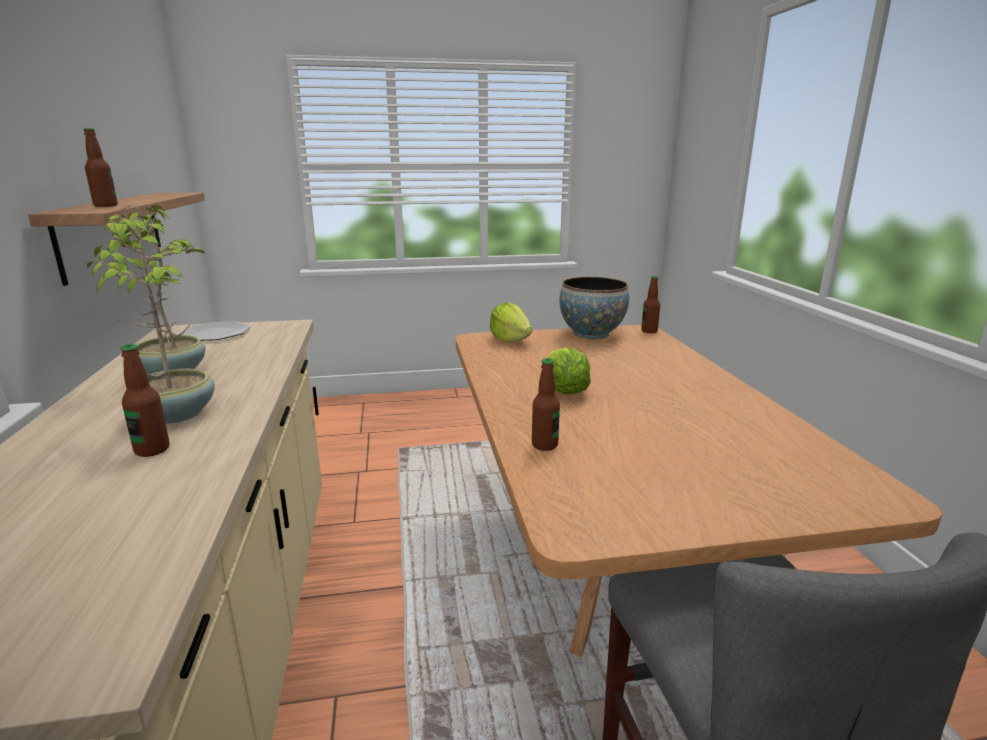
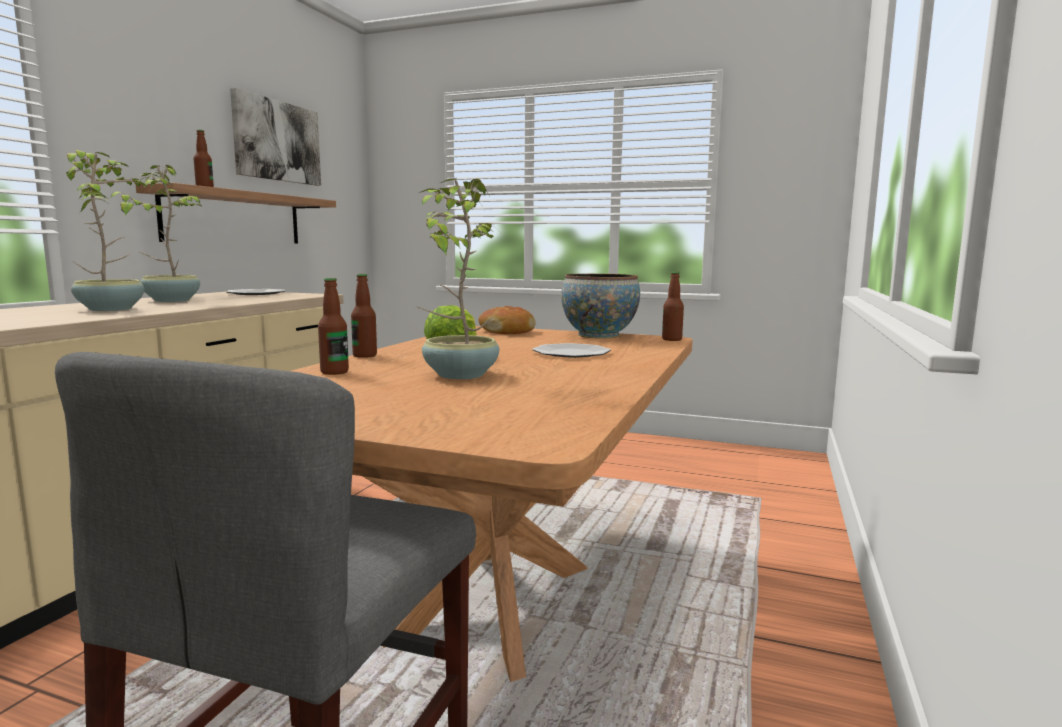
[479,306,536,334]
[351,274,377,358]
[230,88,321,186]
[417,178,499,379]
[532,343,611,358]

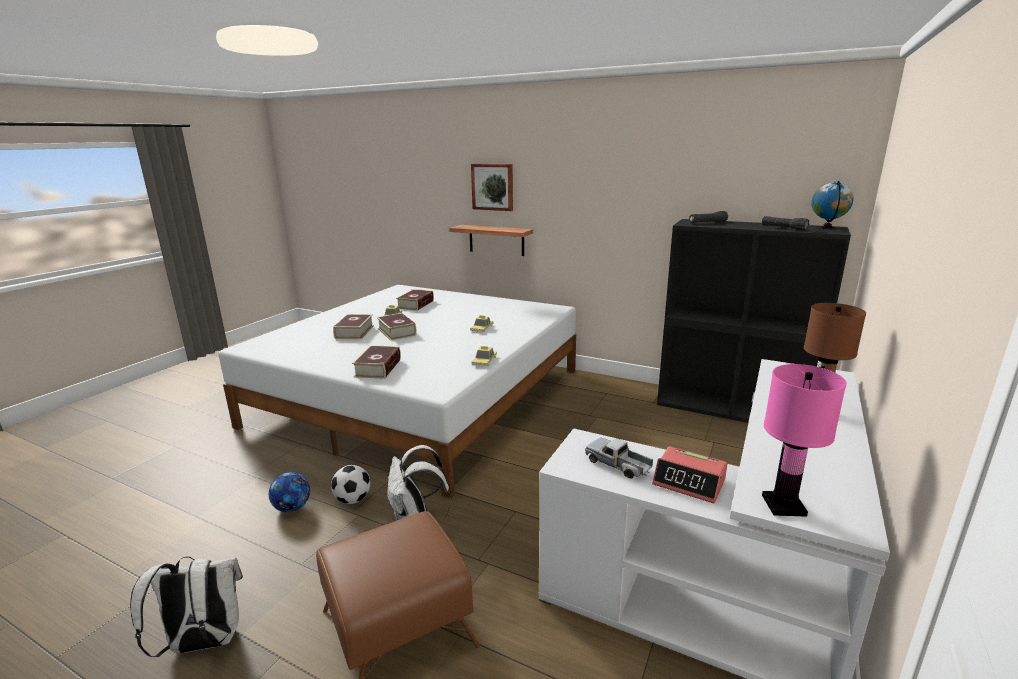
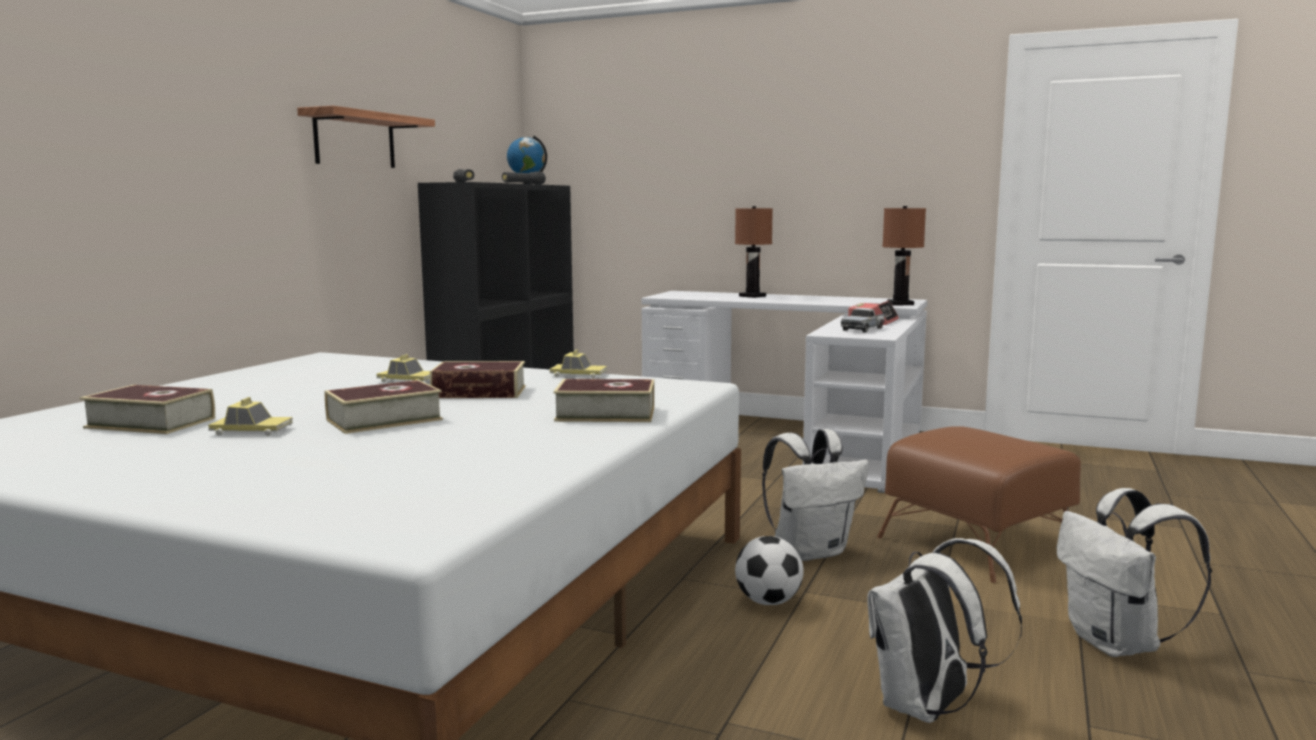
[471,164,513,211] (first image)
[297,106,435,168]
[430,361,526,398]
[882,206,926,305]
[269,472,310,512] (first image)
[867,538,1022,723]

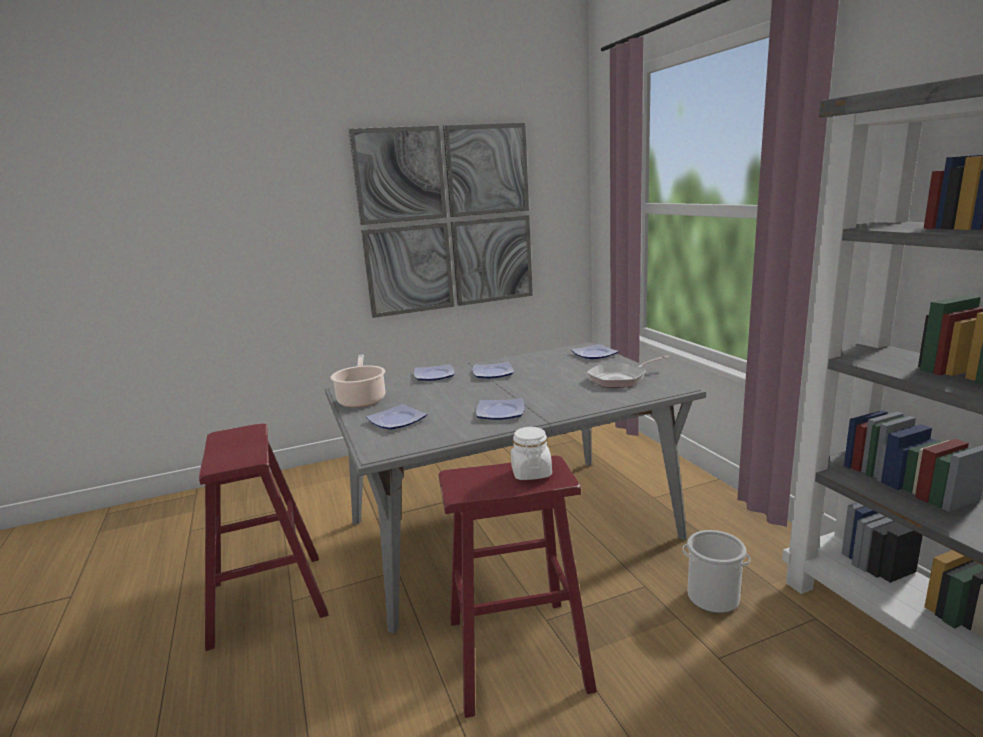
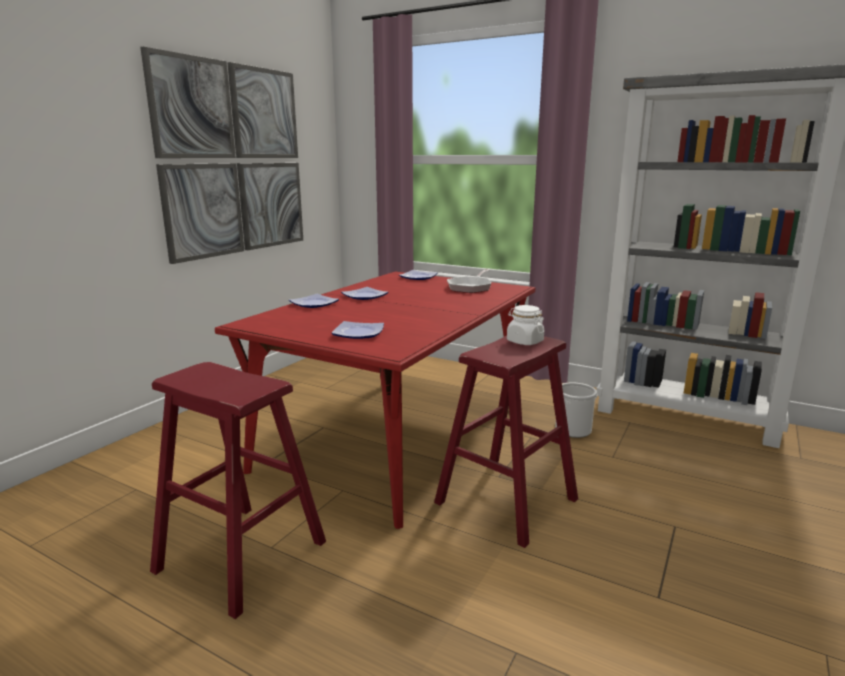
[215,272,535,529]
[330,355,385,407] (first image)
[476,398,525,420] (first image)

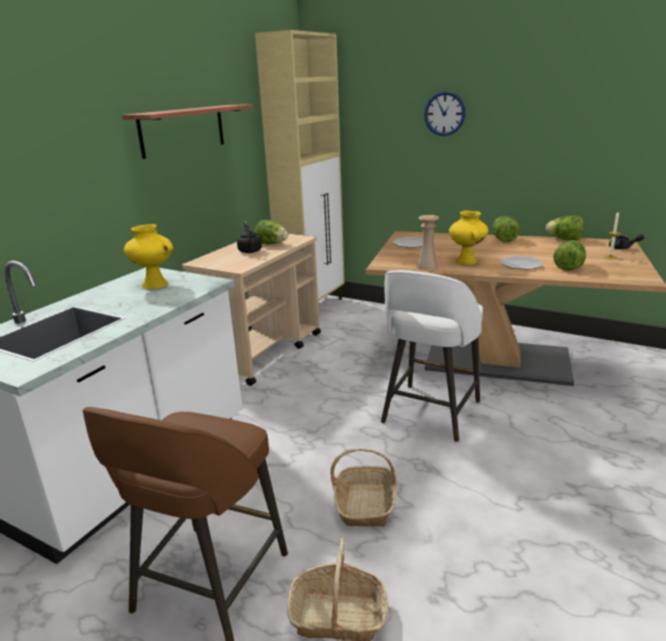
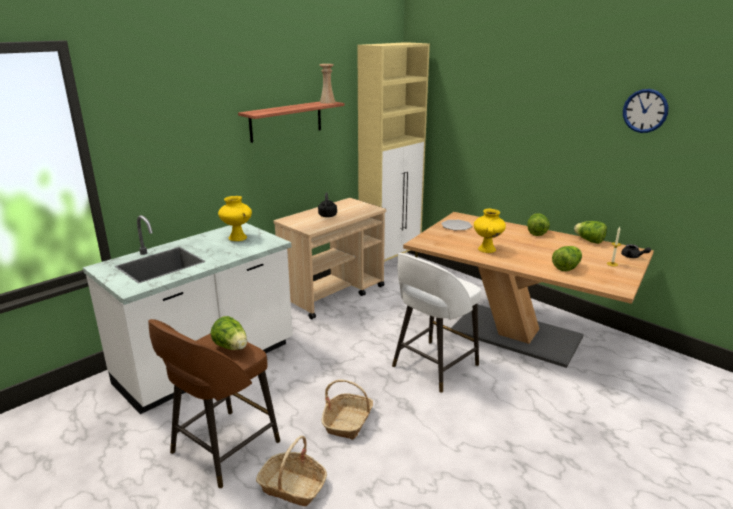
[623,89,669,133]
[320,64,335,104]
[211,316,247,350]
[501,256,543,270] (first image)

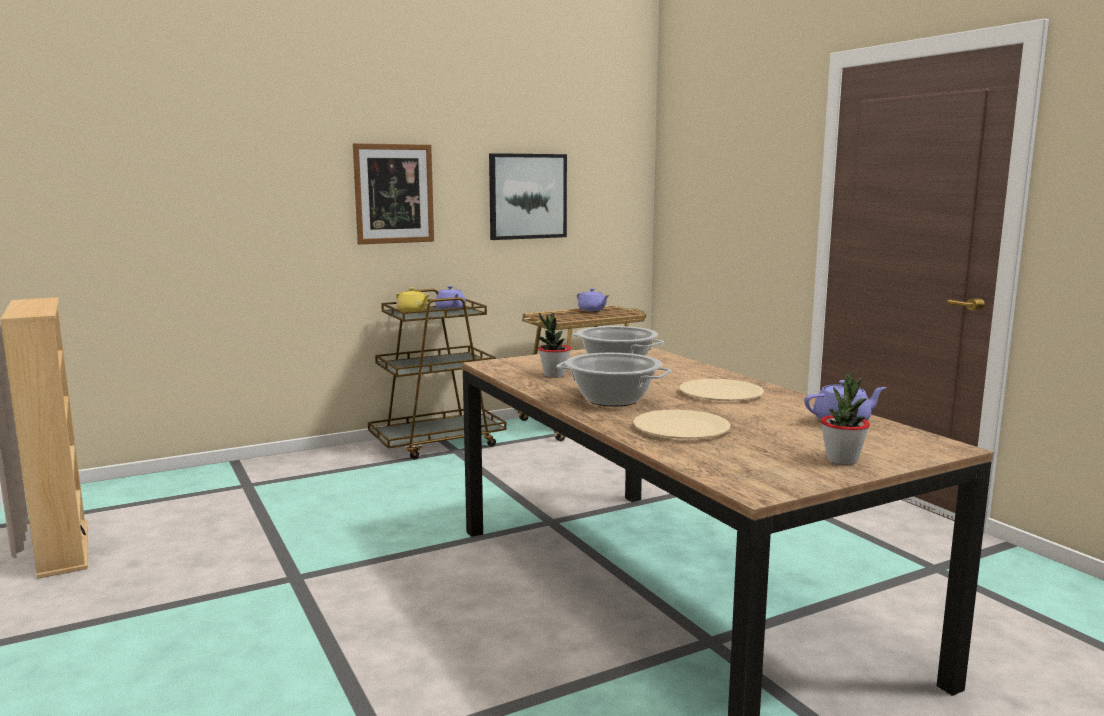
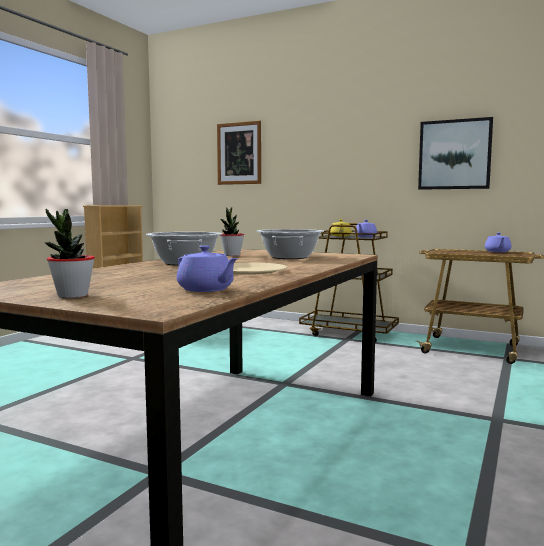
[217,121,261,185]
[633,410,730,439] (first image)

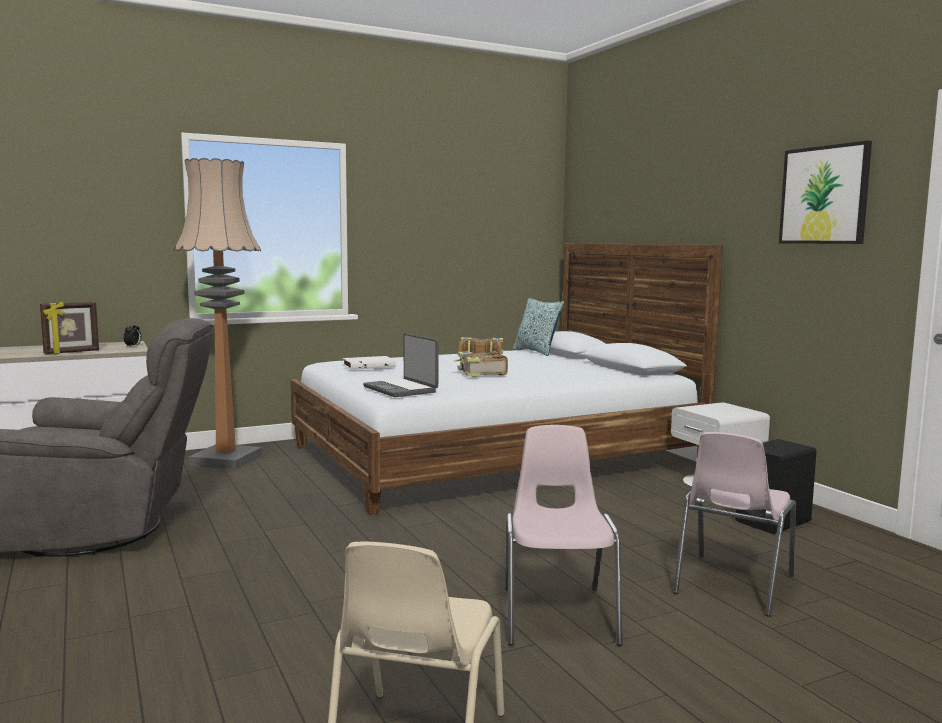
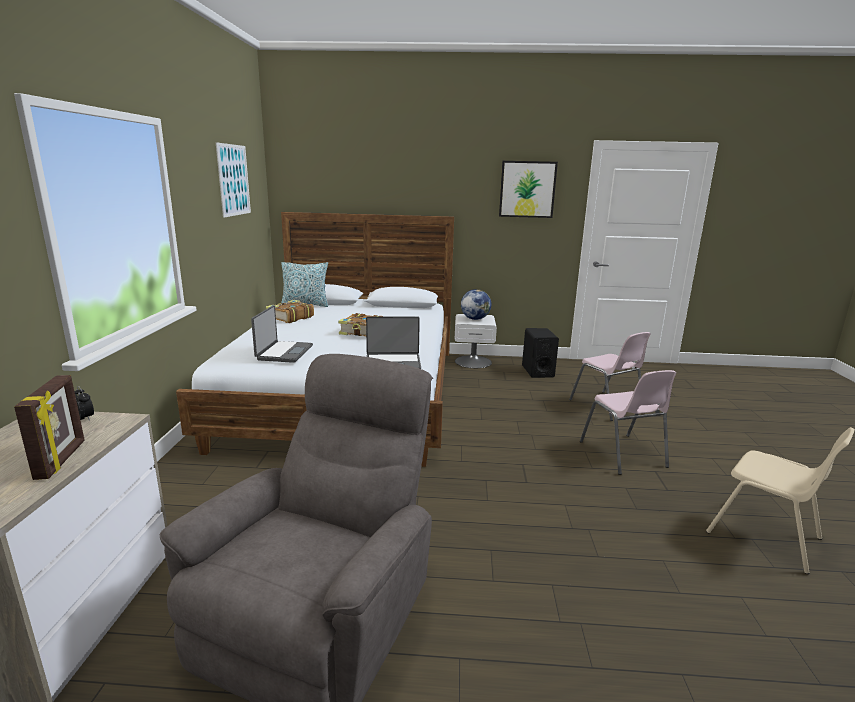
[174,158,262,469] (first image)
[251,305,313,363]
[580,370,676,475]
[216,142,251,218]
[461,289,491,320]

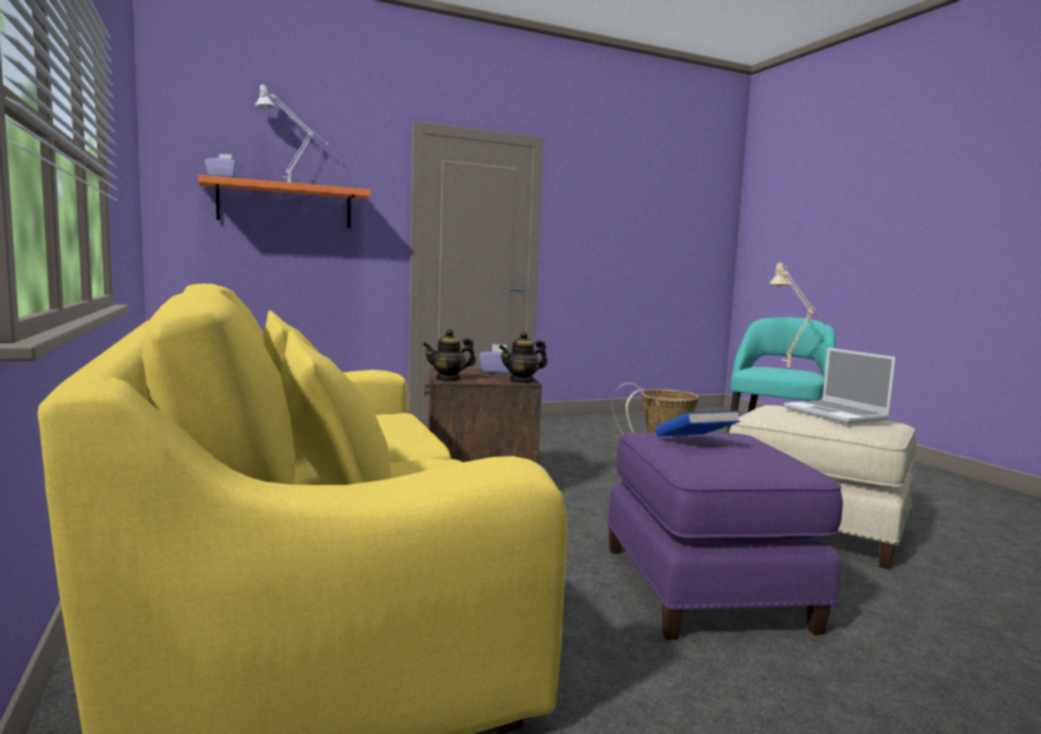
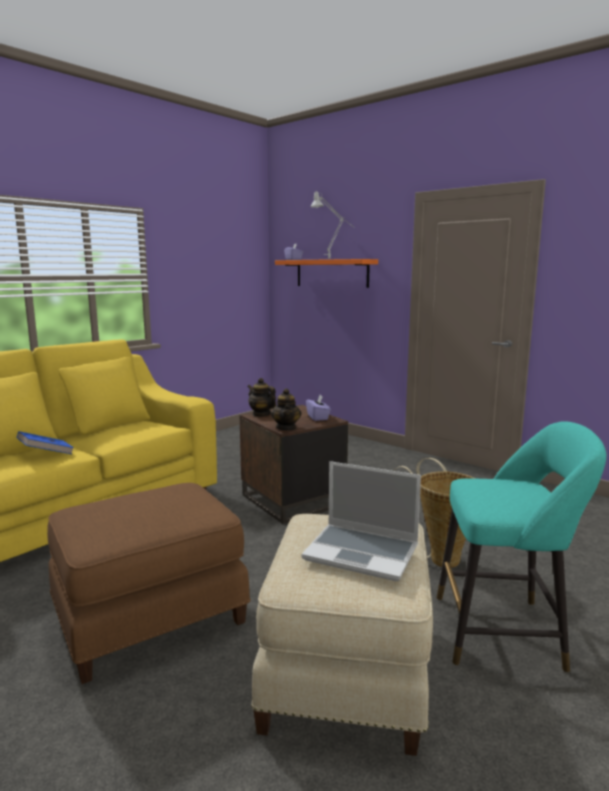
[769,261,827,367] (first image)
[271,388,302,431]
[302,461,421,581]
[17,431,74,454]
[47,483,251,684]

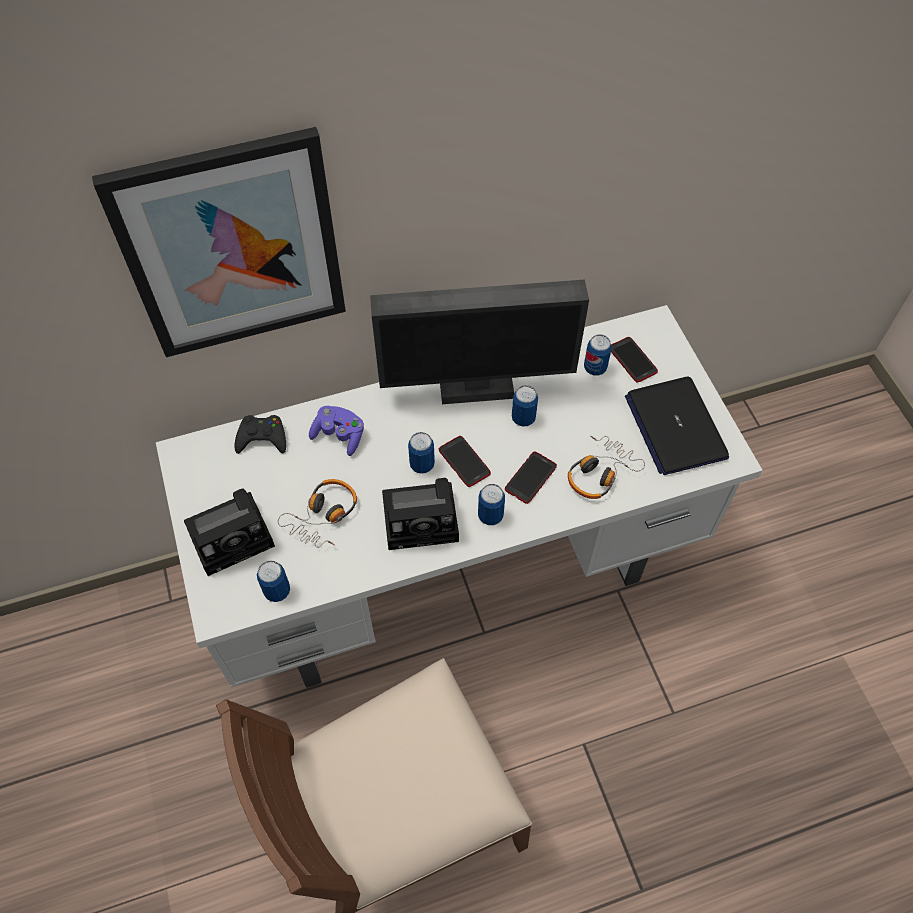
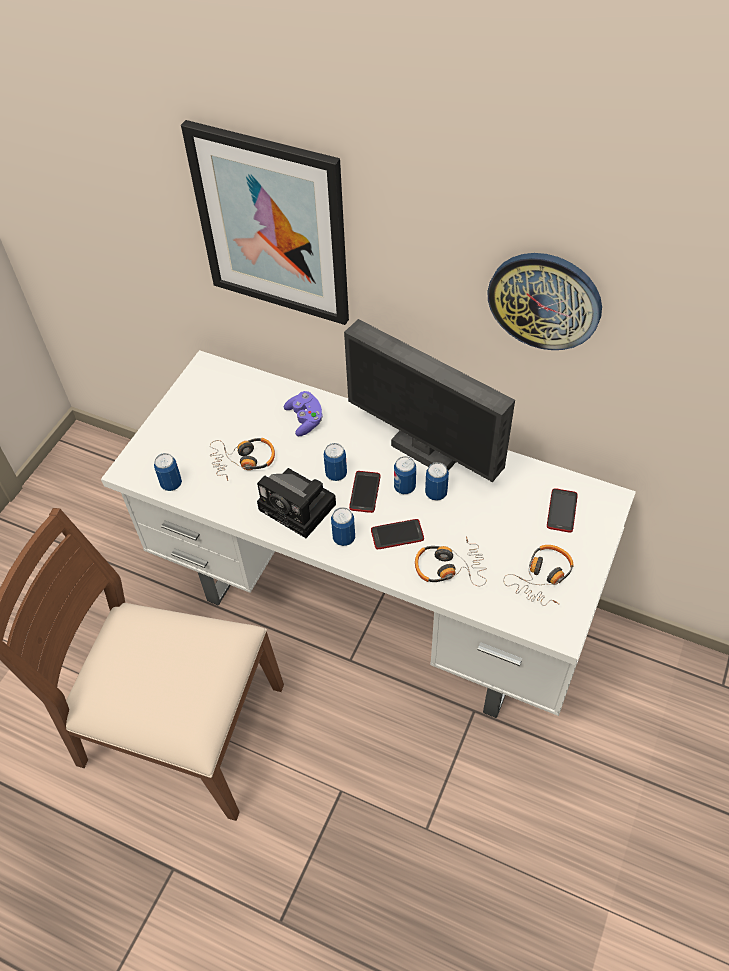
[394,456,416,494]
[503,545,574,606]
[234,415,286,454] (first image)
[184,488,275,576] (first image)
[488,253,602,350]

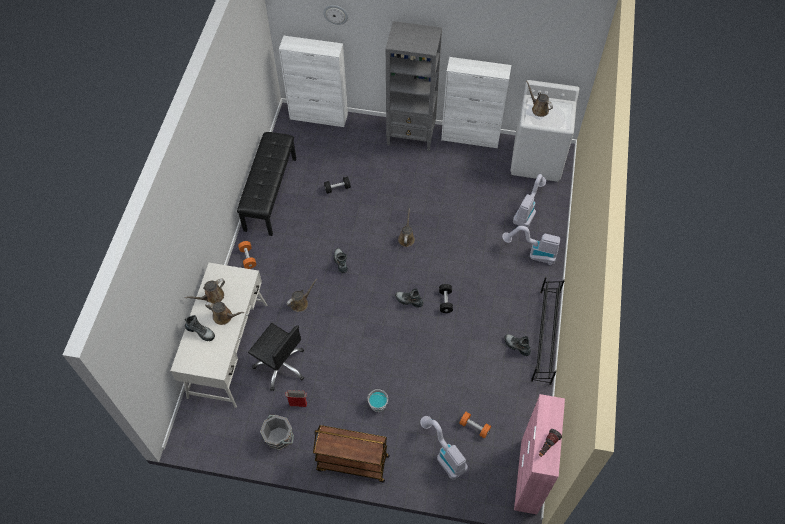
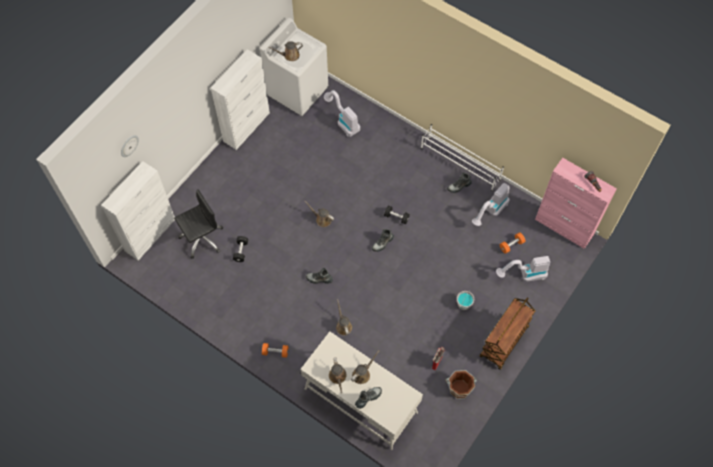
[385,21,442,151] (first image)
[237,132,296,236] (first image)
[472,183,510,226]
[421,124,504,191]
[174,189,223,259]
[445,370,477,399]

